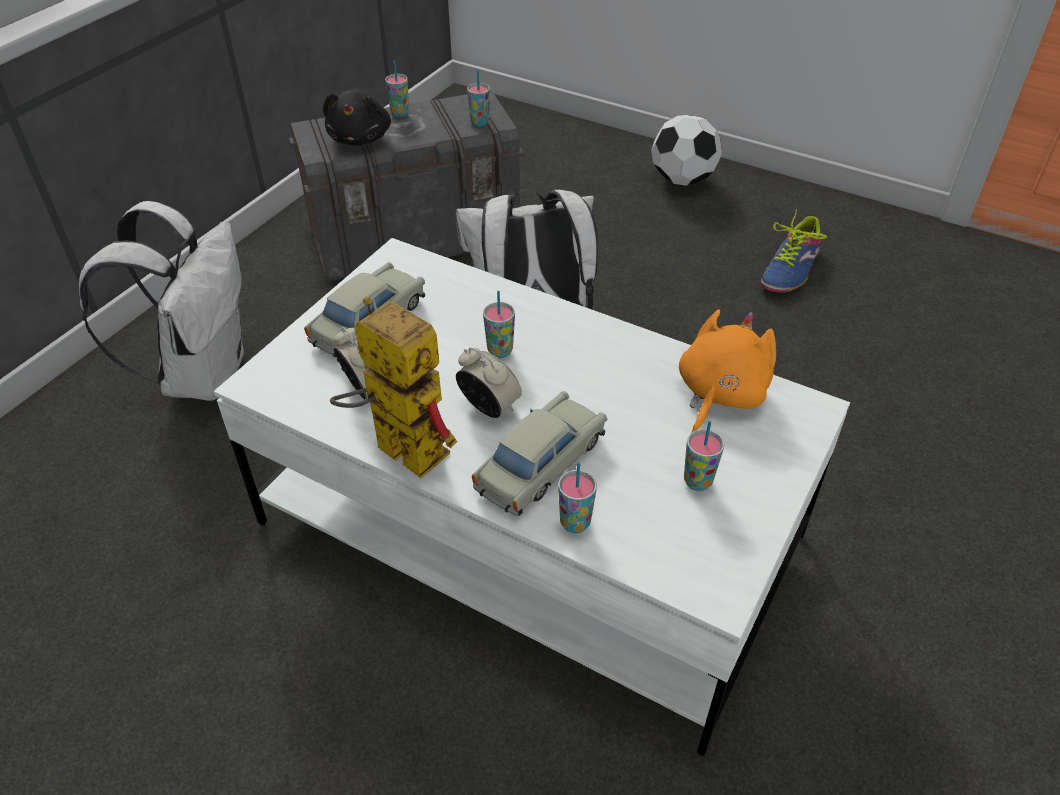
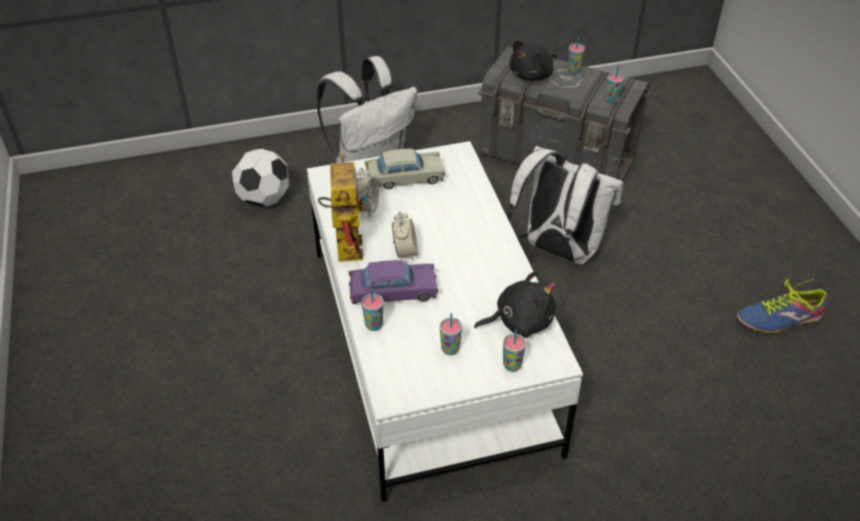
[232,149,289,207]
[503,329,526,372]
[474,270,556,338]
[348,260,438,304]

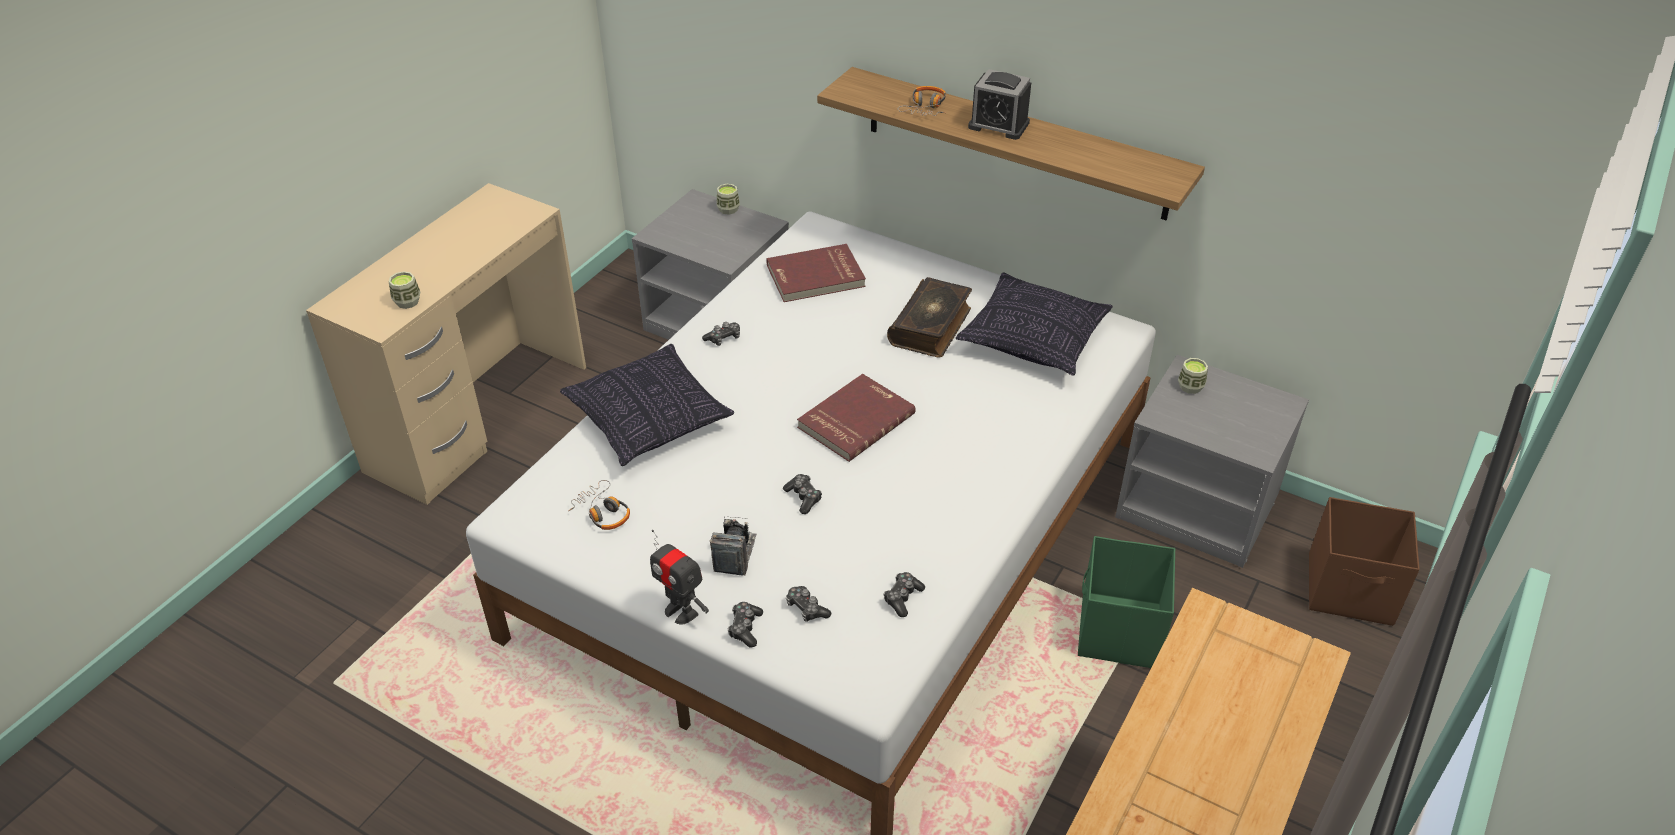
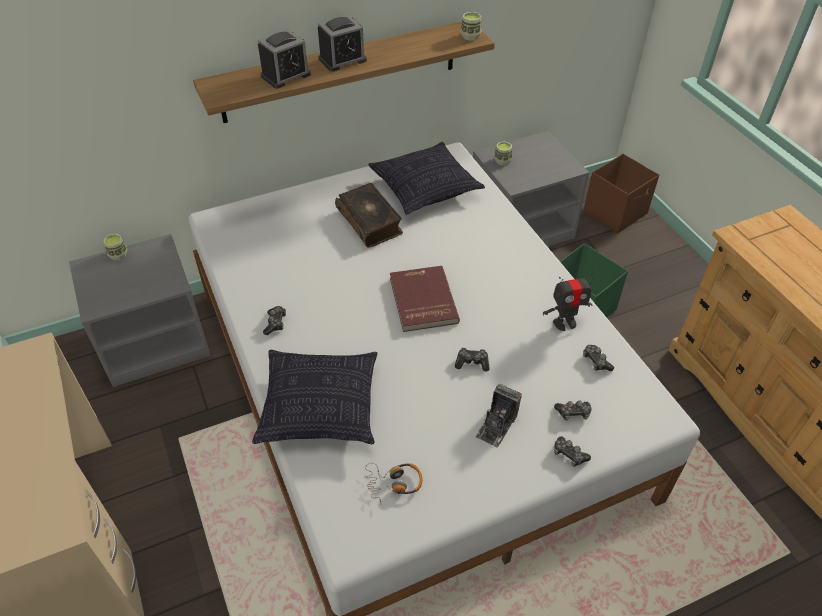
[258,29,311,89]
[766,244,866,302] (first image)
[460,12,482,41]
[475,384,522,448]
[543,272,594,331]

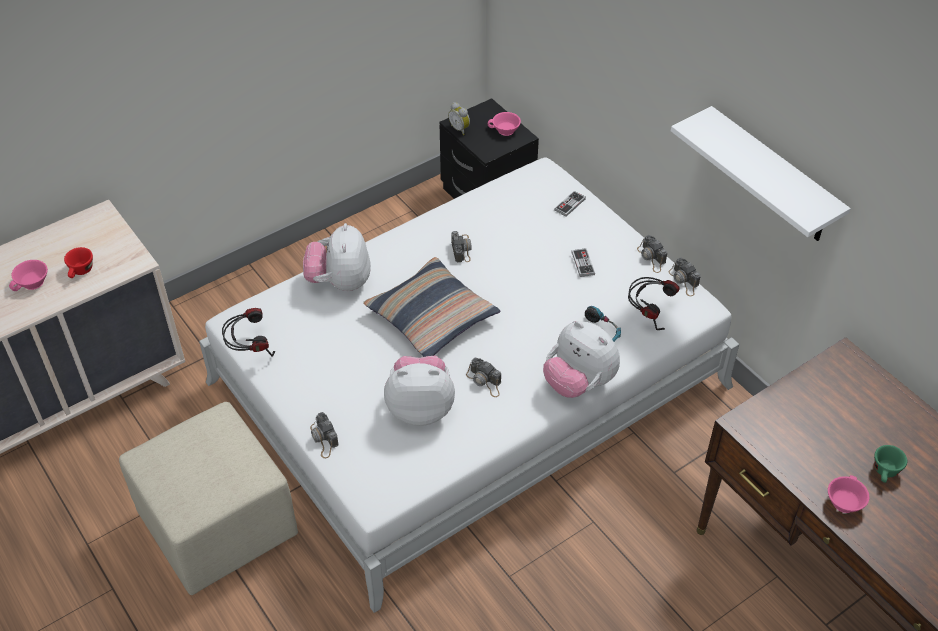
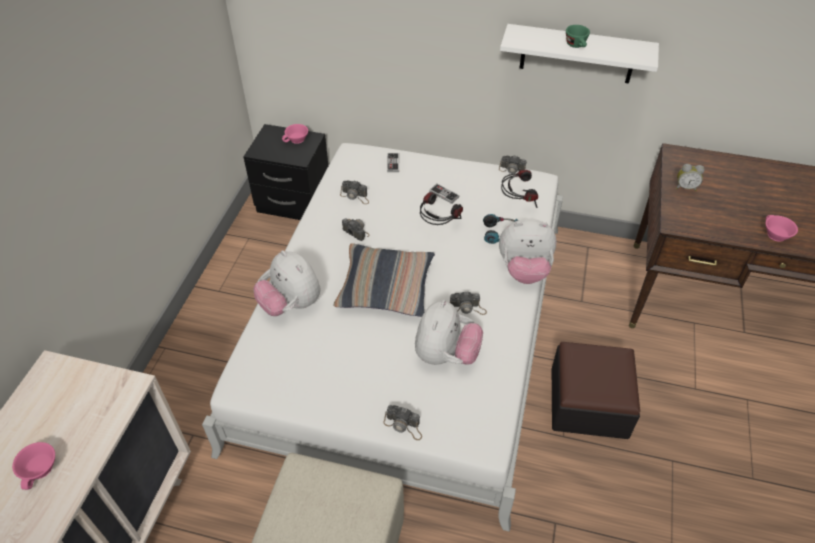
[676,164,705,191]
[340,180,369,204]
[64,247,93,278] (first image)
[420,192,463,225]
[415,300,483,365]
[566,25,590,48]
[552,342,640,439]

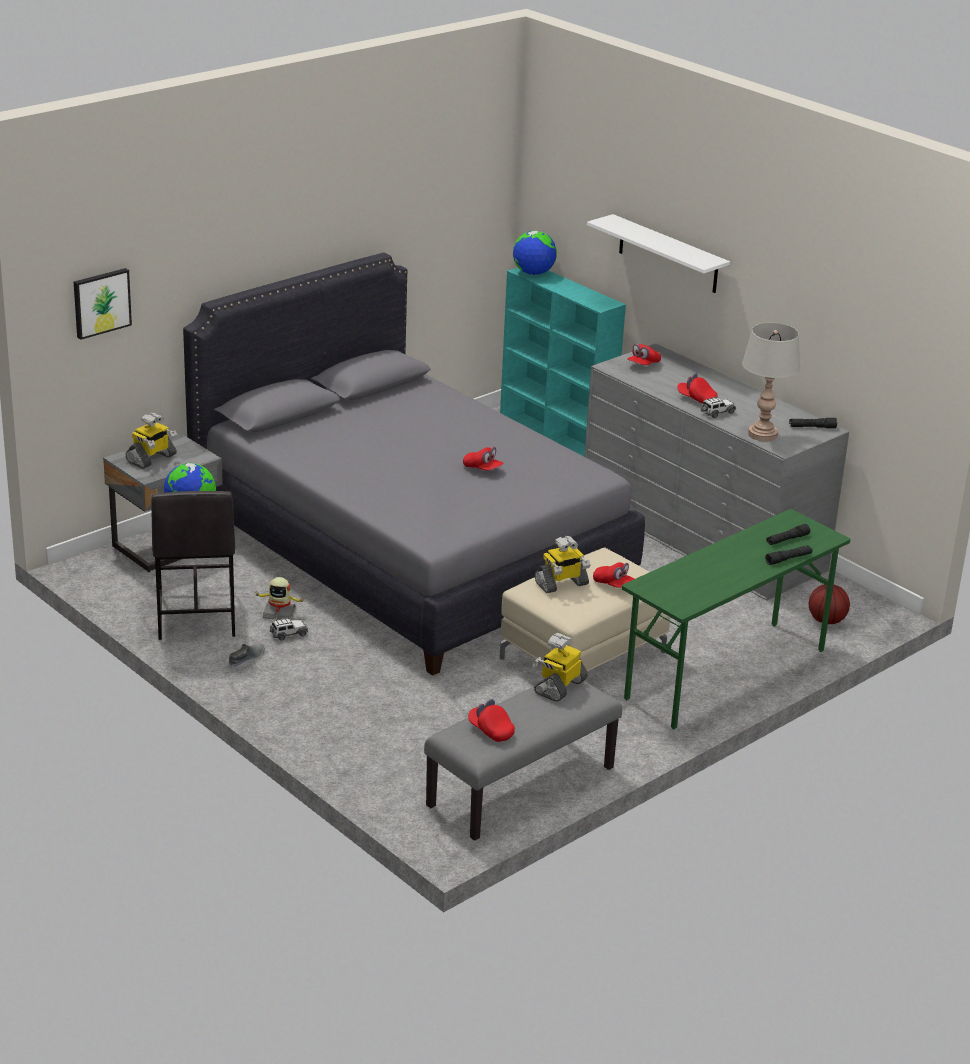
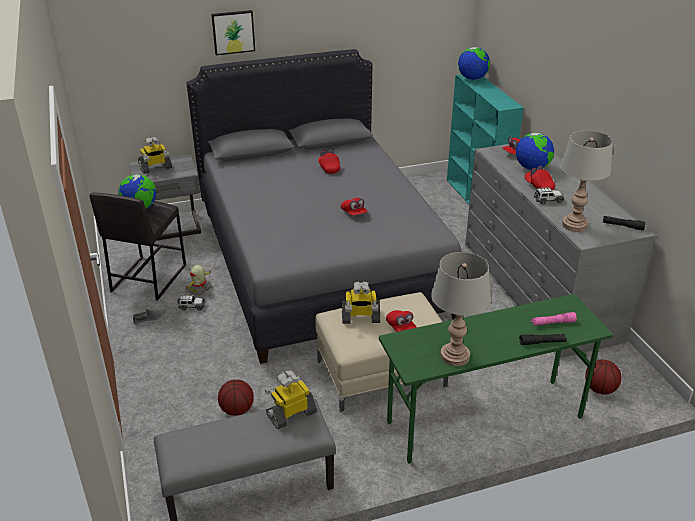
[587,214,730,293] (first image)
[211,10,255,55]
[531,312,577,326]
[185,265,213,296]
[318,150,340,174]
[516,133,554,170]
[431,252,491,366]
[218,380,254,416]

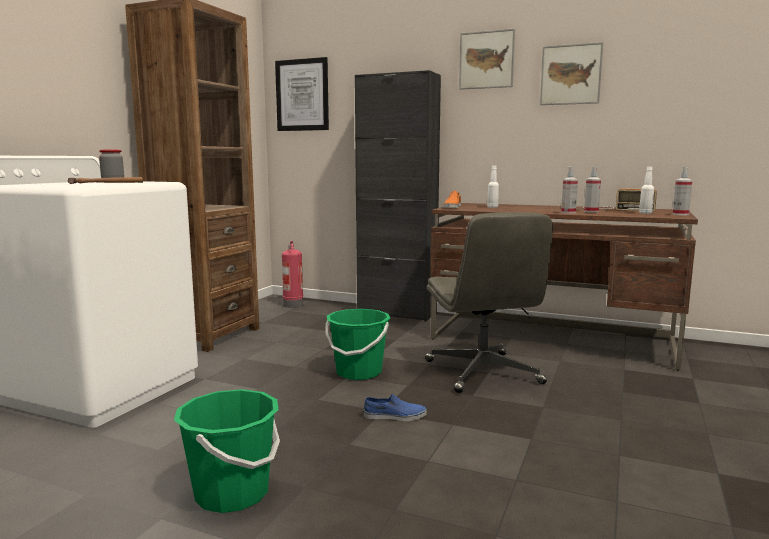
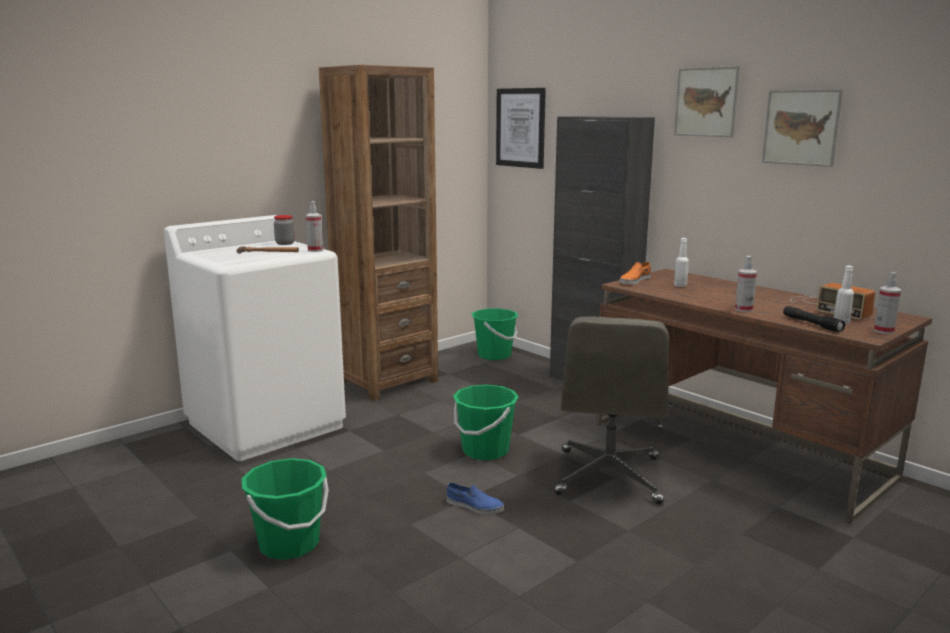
[306,201,323,252]
[472,308,518,360]
[783,306,845,332]

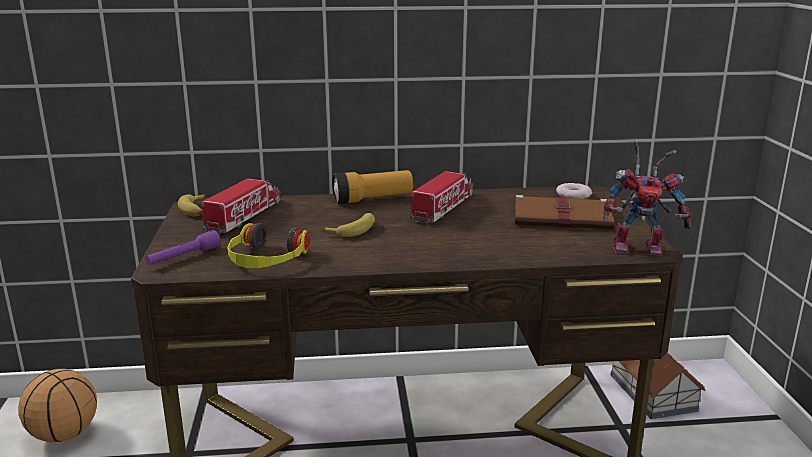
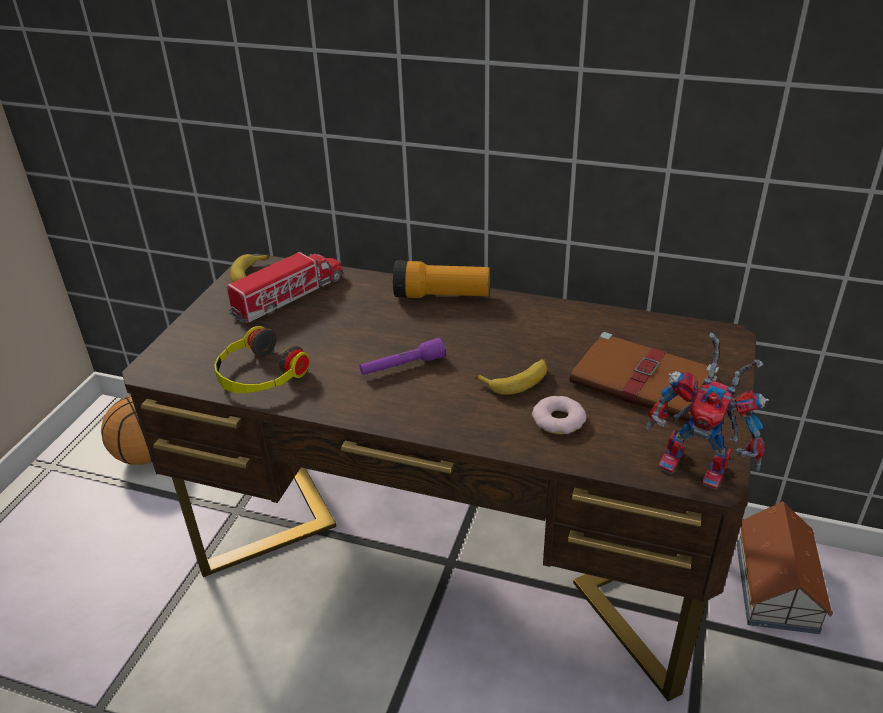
[410,171,474,224] (first image)
[532,396,586,434]
[475,359,547,395]
[359,338,445,375]

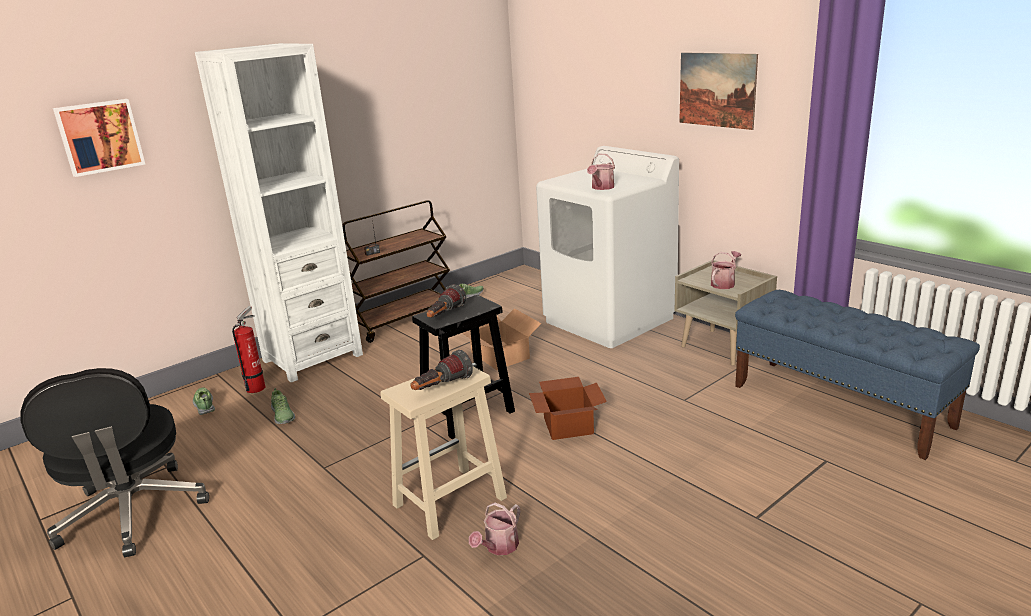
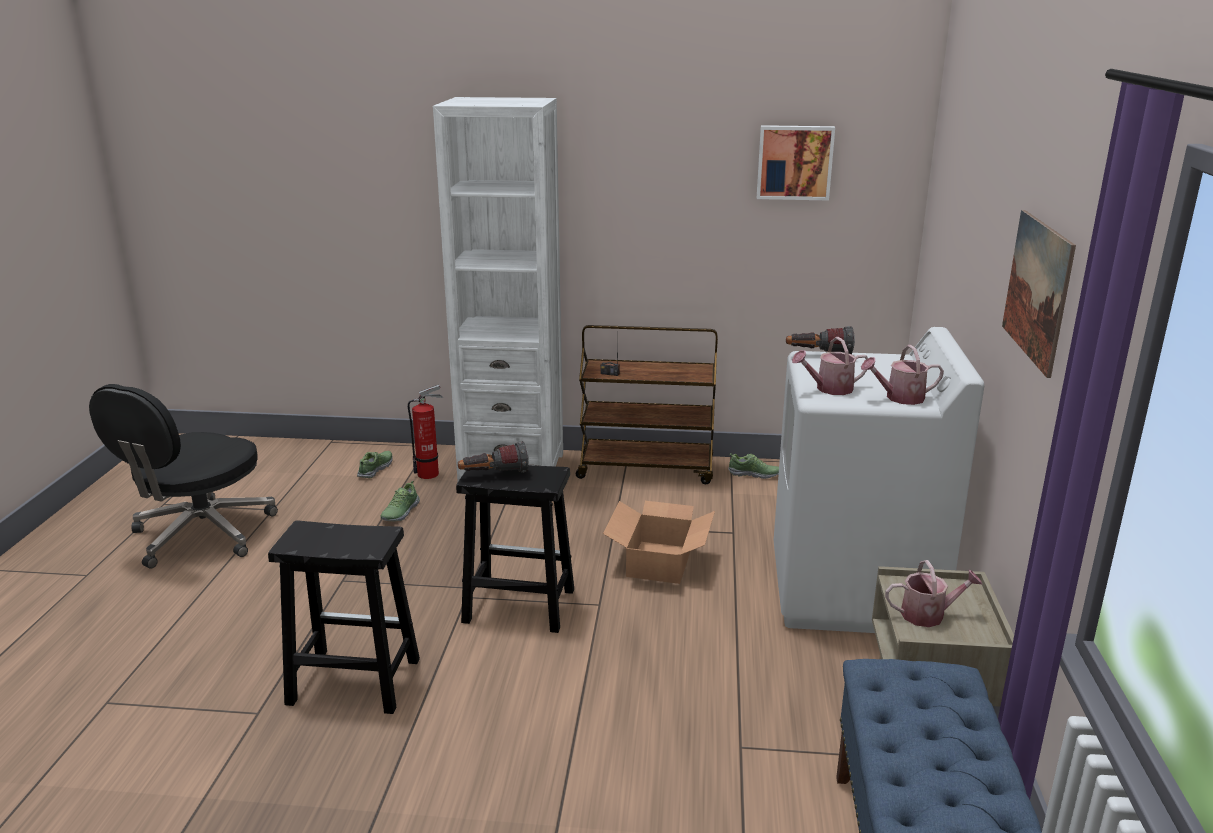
[757,125,835,201]
[786,326,855,354]
[268,521,420,714]
[529,377,607,440] (first image)
[861,345,944,405]

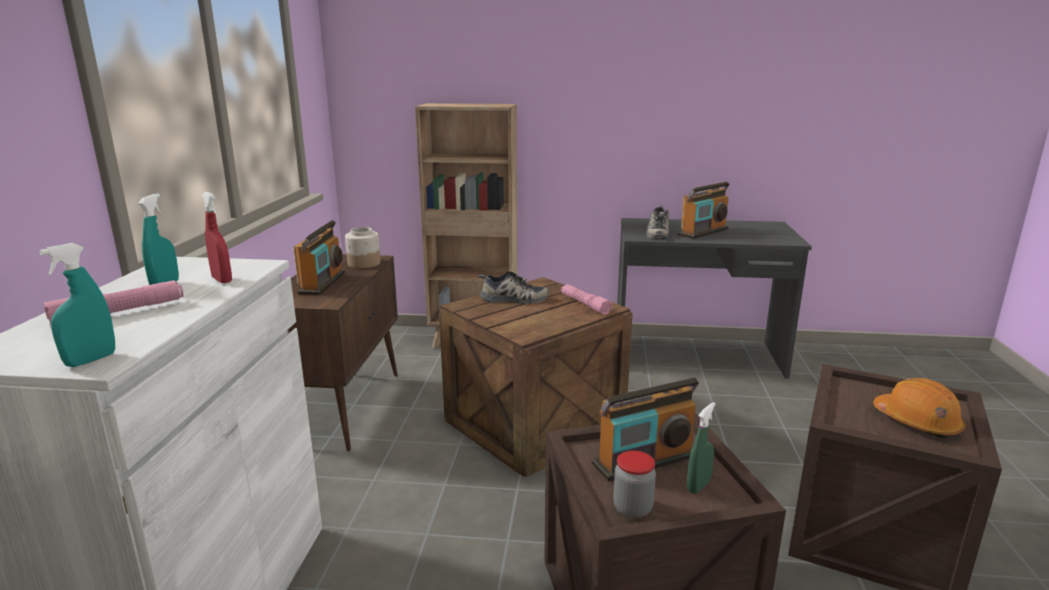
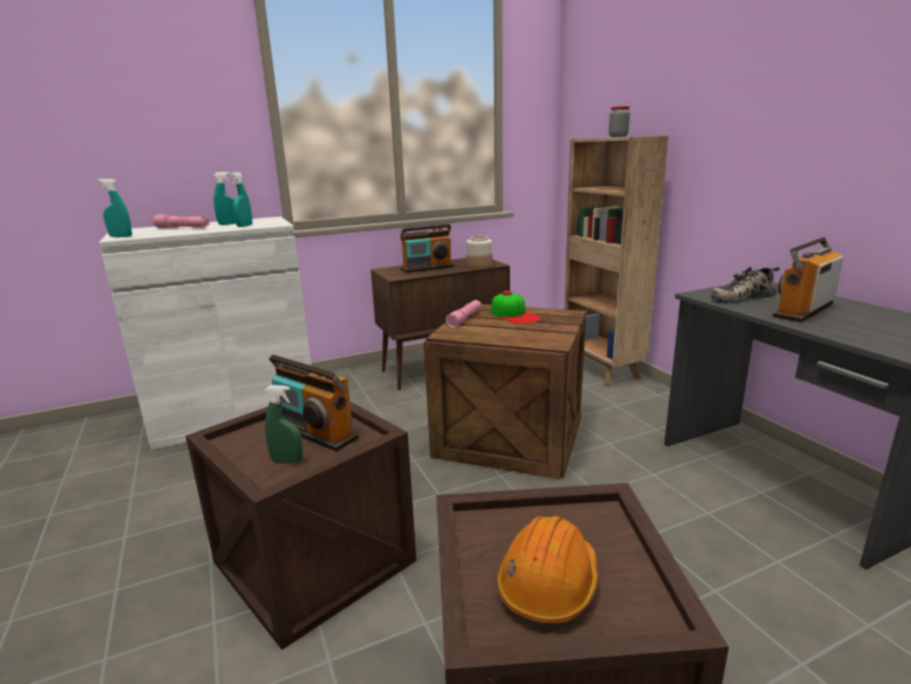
[773,237,843,322]
[230,172,252,227]
[491,291,540,324]
[446,300,482,328]
[609,106,630,137]

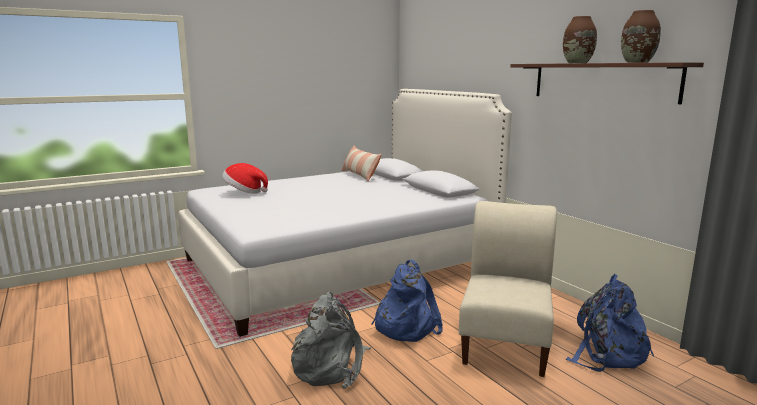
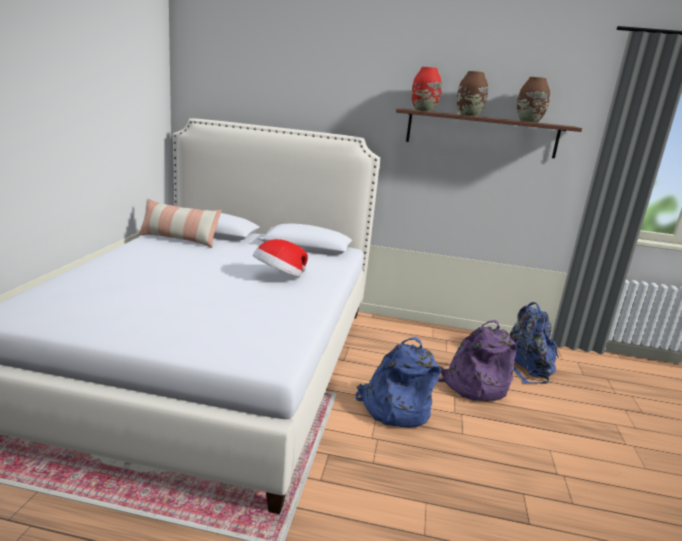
[253,239,308,277]
[438,320,517,401]
[291,292,371,389] (first image)
[411,67,442,112]

